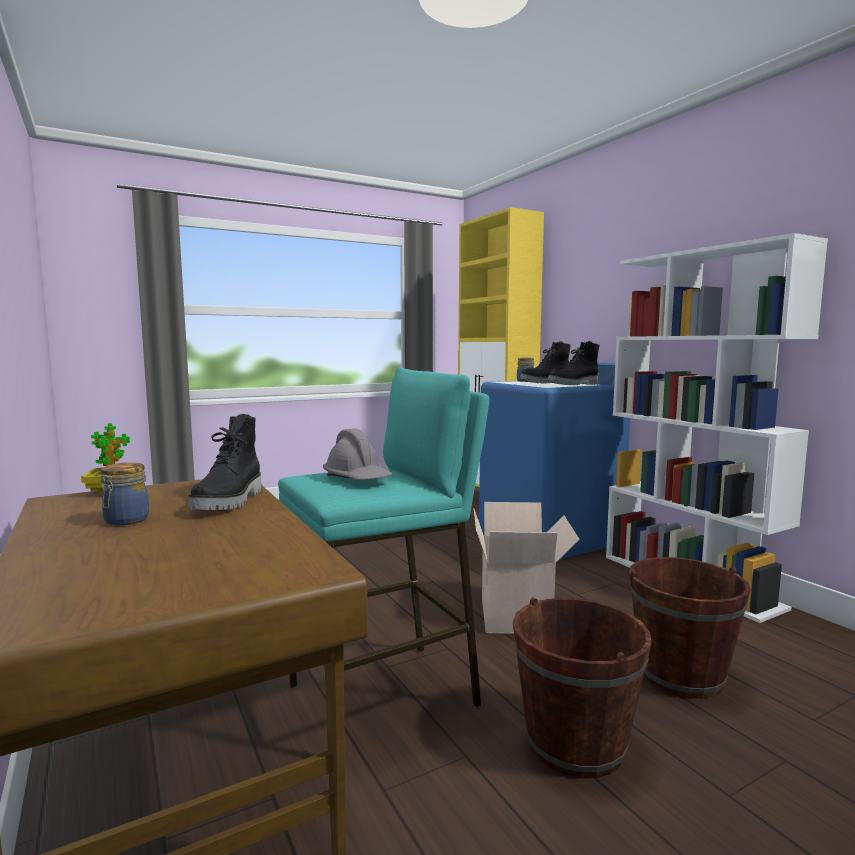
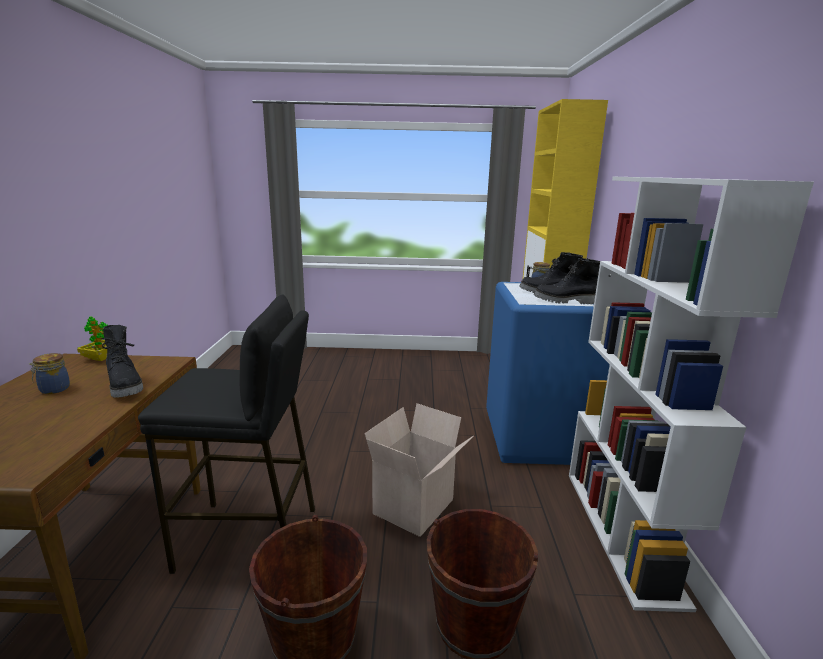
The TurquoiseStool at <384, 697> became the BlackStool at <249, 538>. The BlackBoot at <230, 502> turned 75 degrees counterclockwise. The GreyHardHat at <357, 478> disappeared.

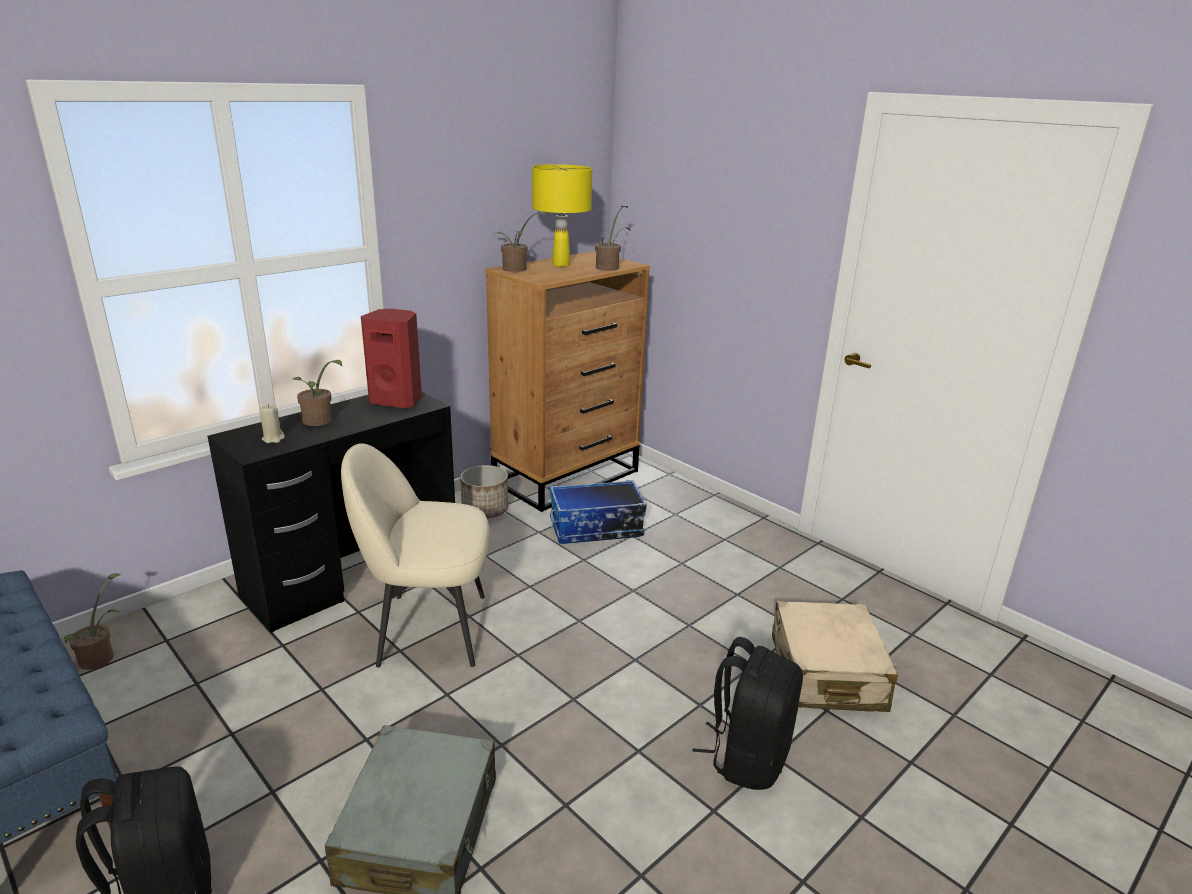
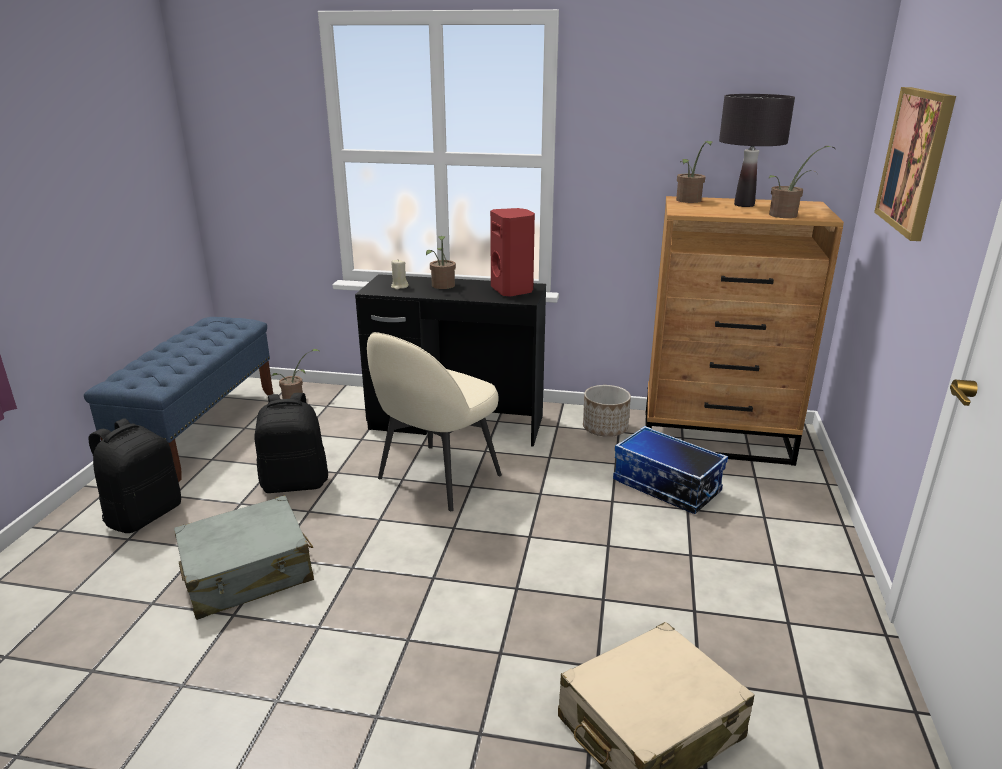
The YellowTableLamp at <561, 265> became the BlackTableLamp at <744, 205>. The BeigeChair at <429, 629> turned 105 degrees counterclockwise. The BlackBackpack moved from <747, 757> to <295, 483>. The Picture at <915, 161> appeared.

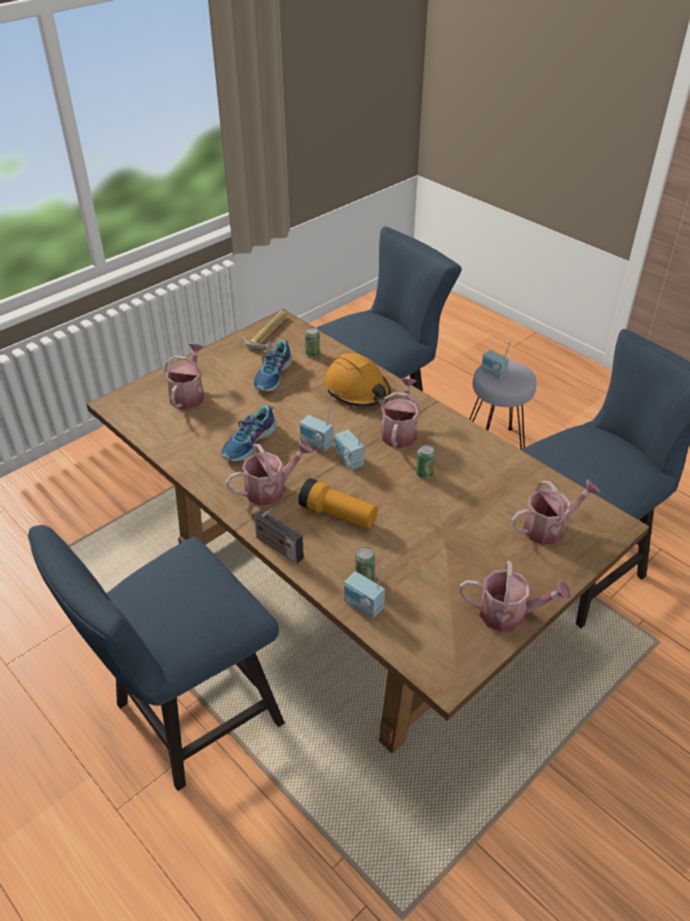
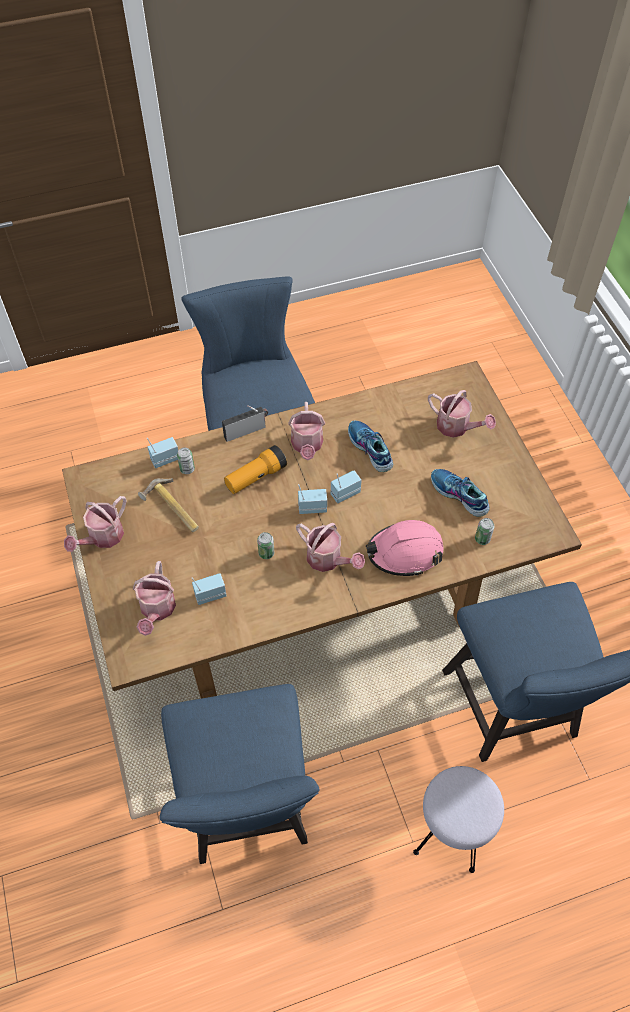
The Hammer moved from <270, 334> to <171, 509>. The Radio moved from <493, 373> to <210, 594>. The OrangeHardHat at <357, 390> became the PinkHardHat at <405, 552>.

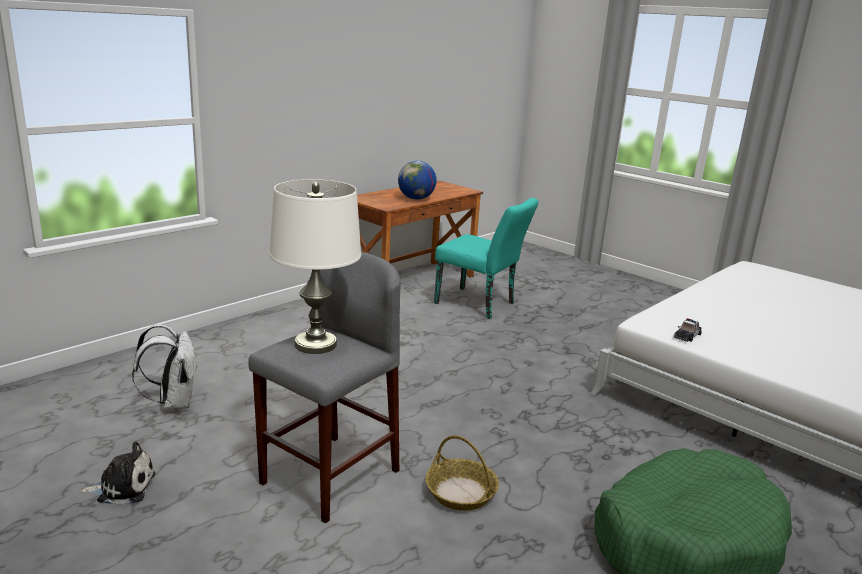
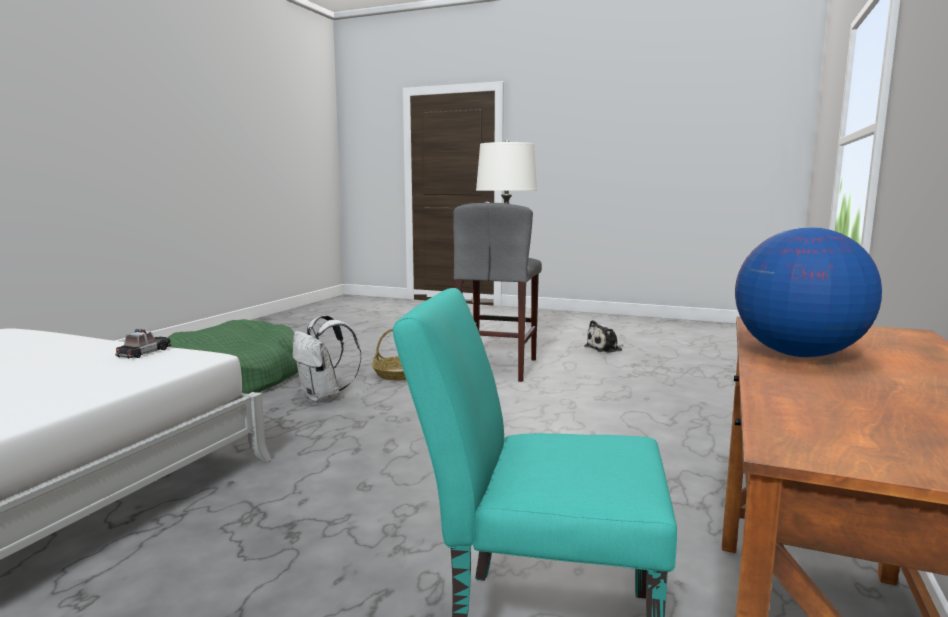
The WhiteBackpack moved from <173, 403> to <323, 397>.

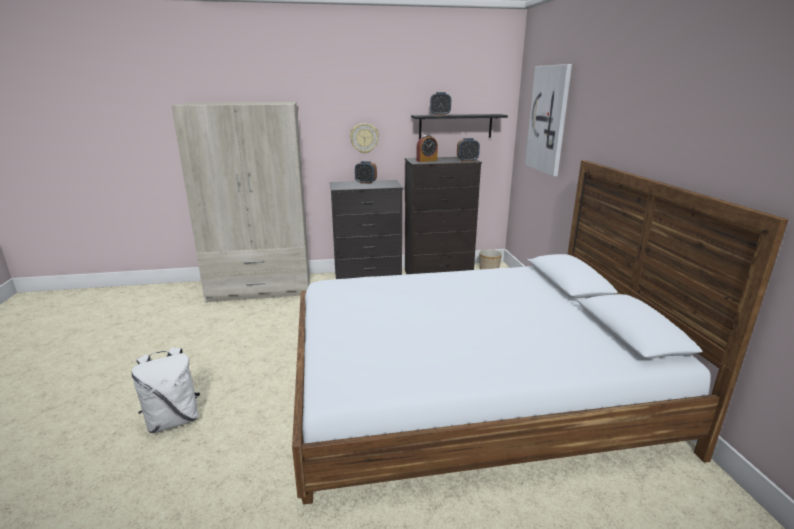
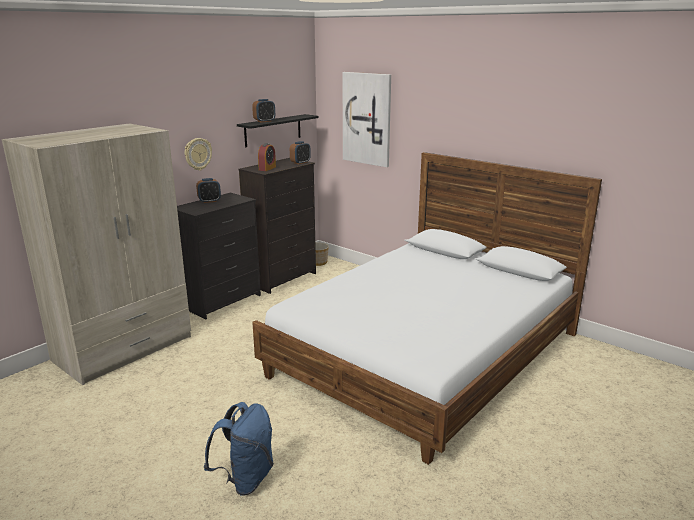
The WhiteBackpack at <173, 420> became the BlueBackpack at <245, 479>.

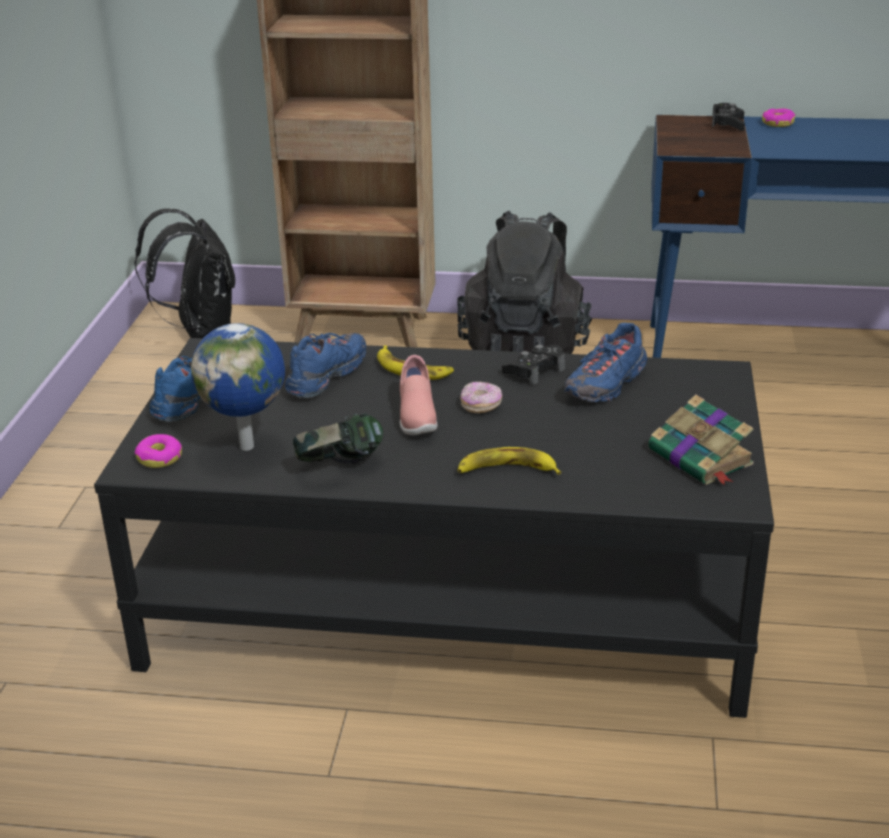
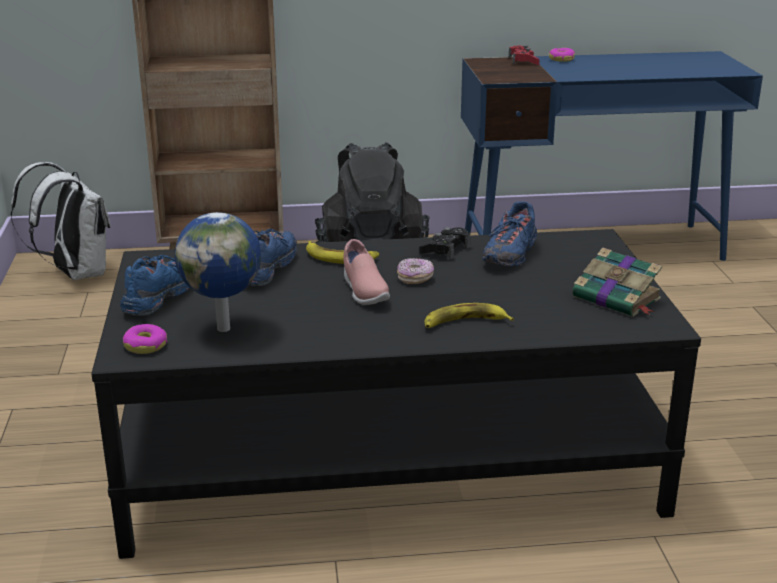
The BlackGameController at <727, 124> became the RedGameController at <523, 61>. The BlackBackpack at <201, 332> became the WhiteBackpack at <75, 274>. The Headphones at <340, 467> disappeared.

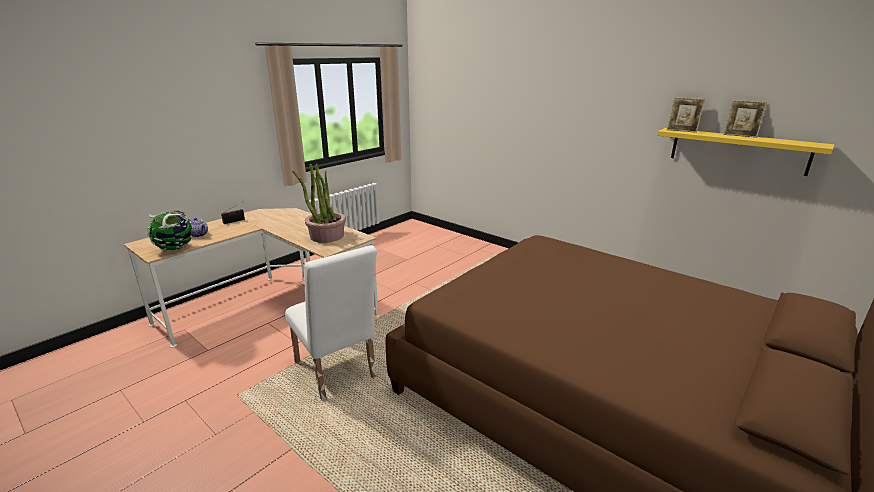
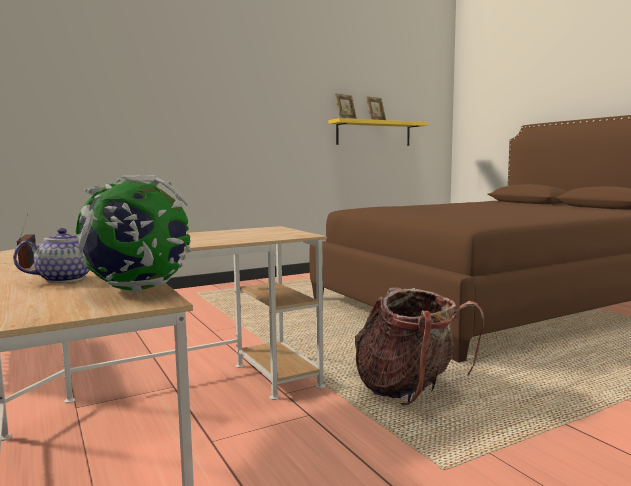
The PottedPlant at <326, 236> disappeared. The WhiteChair at <337, 373> was replaced by the Backpack at <410, 389>.

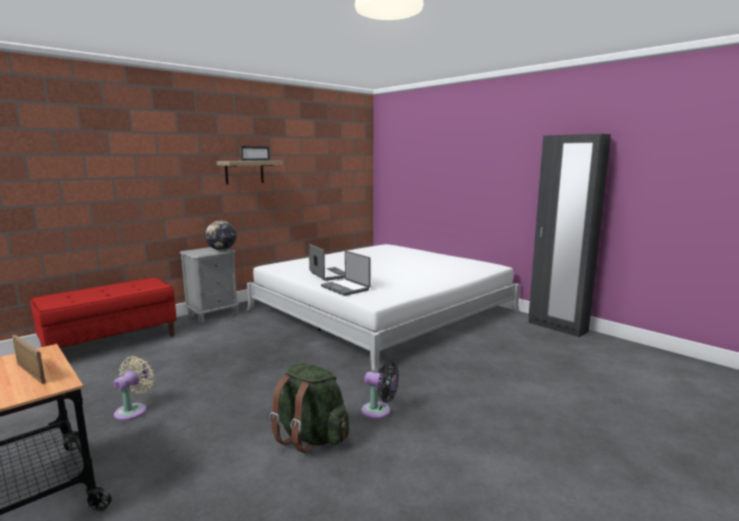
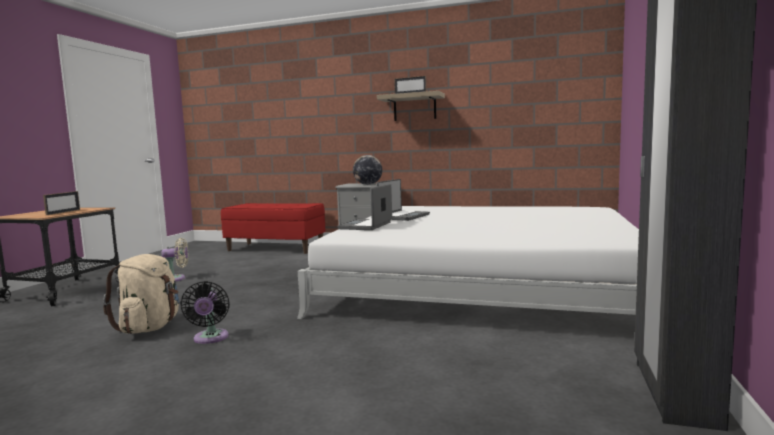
The GreenBackpack at <311, 437> became the BeigeBackpack at <150, 327>.

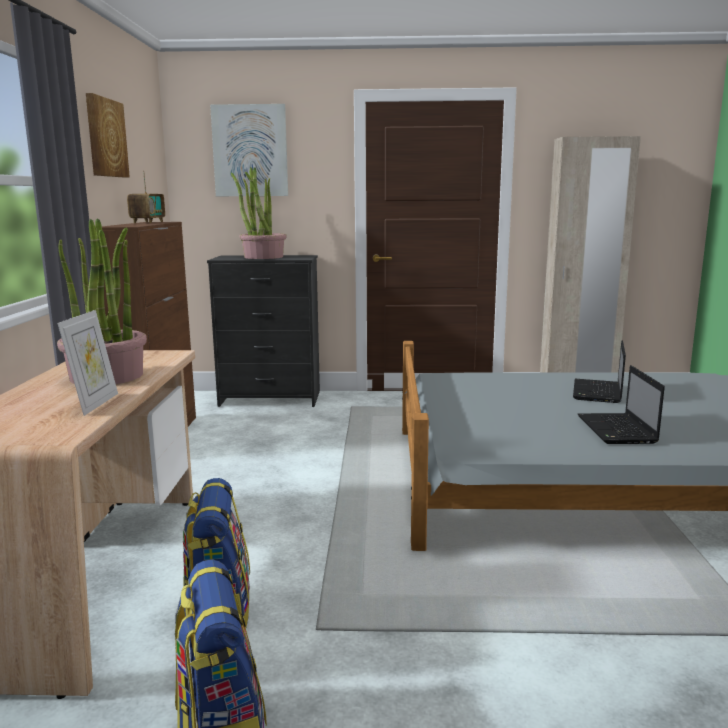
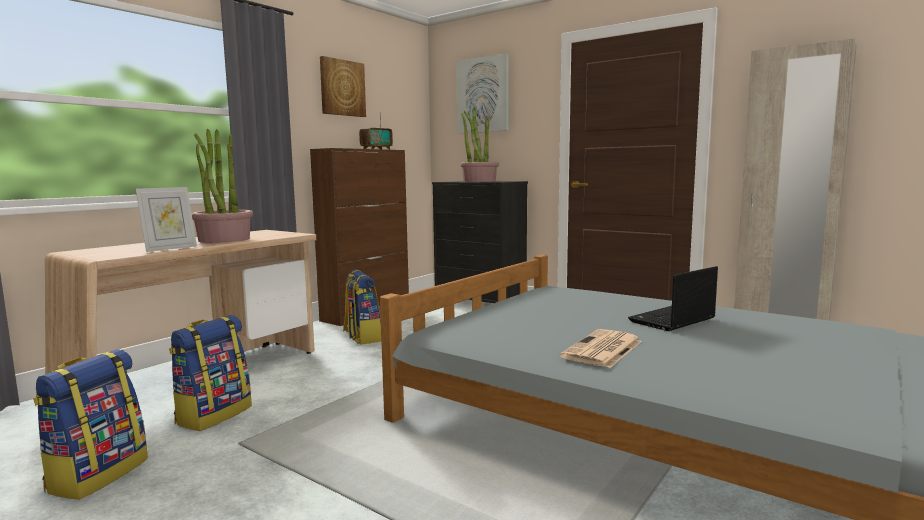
The Laptop at <617, 430> was replaced by the Newspaper at <602, 350>. The Backpack at <362, 337> appeared.

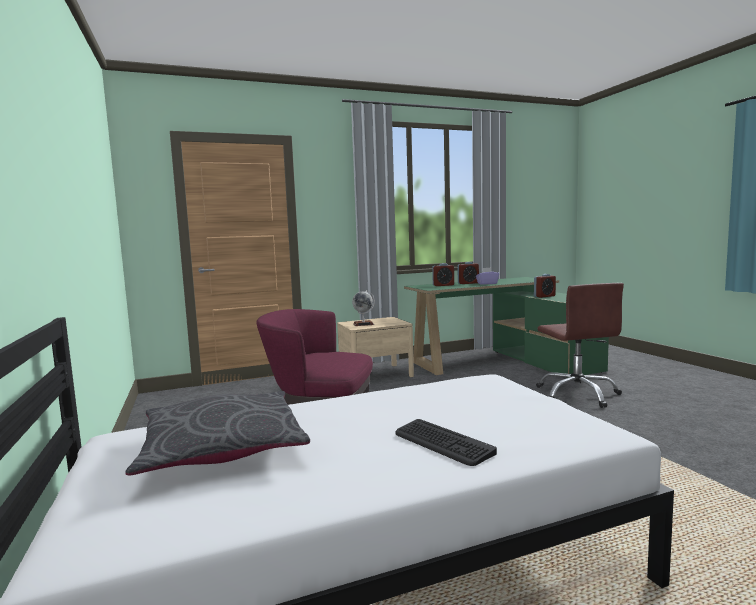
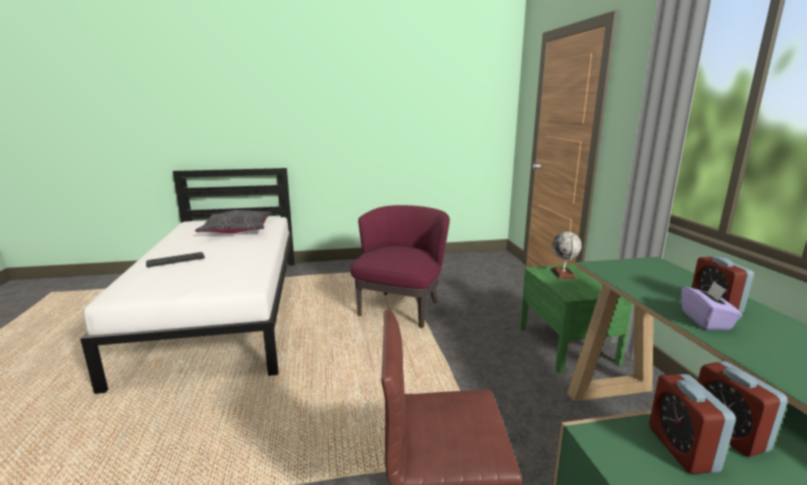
The AlarmClock moved from <443, 285> to <681, 449>. The BeigeNightstand at <375, 374> became the GreenNightstand at <567, 345>.

